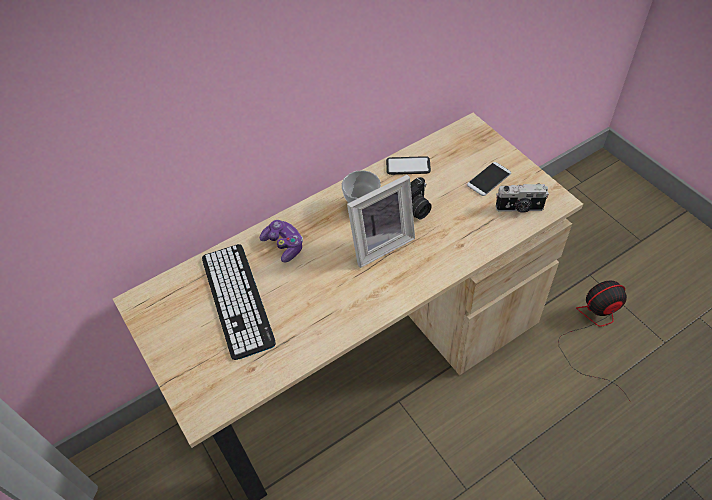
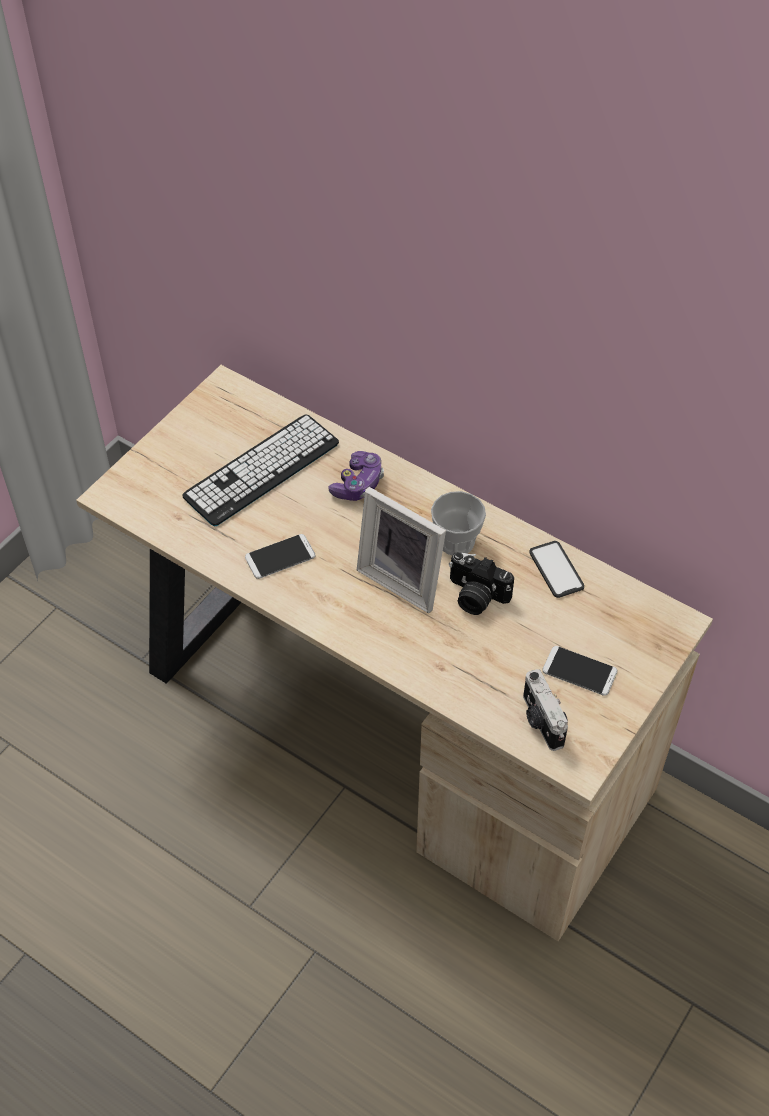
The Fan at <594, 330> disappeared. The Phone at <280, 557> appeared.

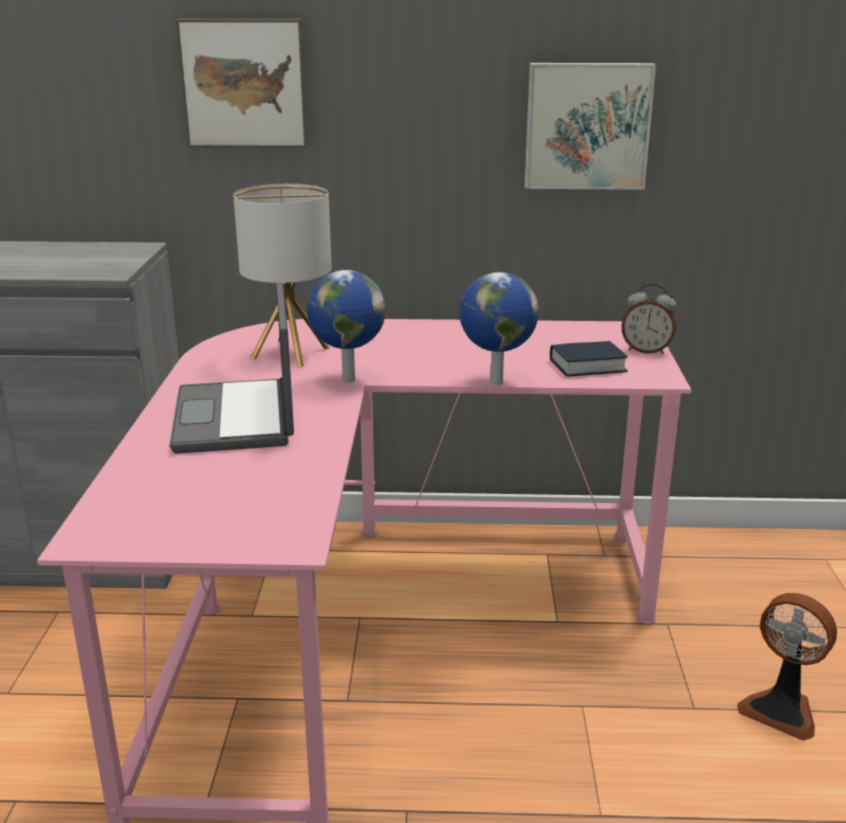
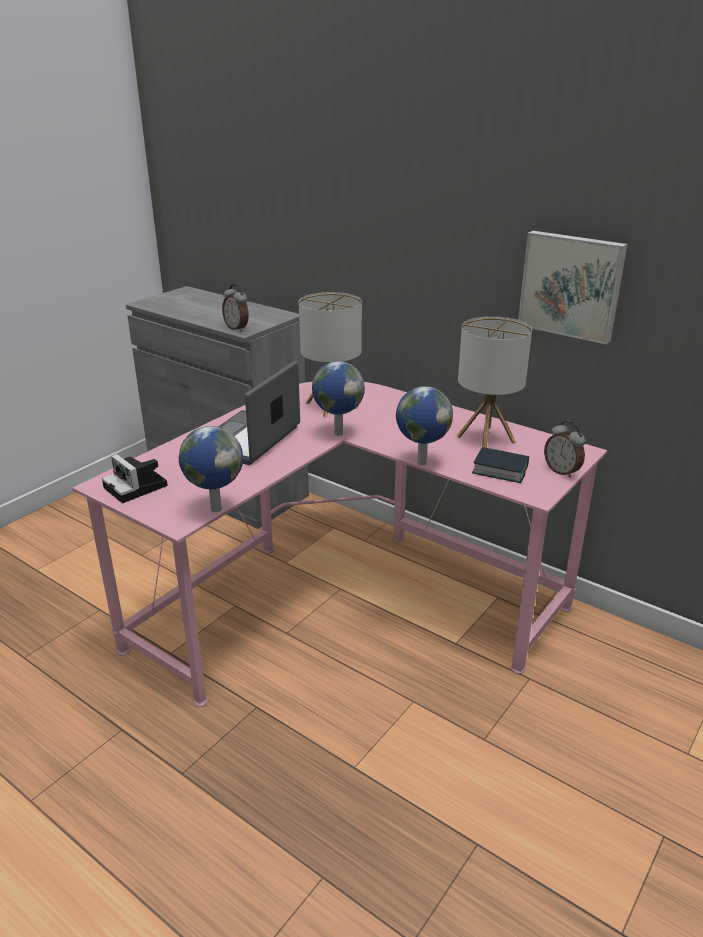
The Picture at <245, 83> disappeared. The Fan at <781, 710> disappeared. The AlarmClock at <237, 328> appeared. The TableLamp at <486, 439> appeared. The Globe at <215, 509> appeared. The PhotoCamera at <137, 487> appeared.

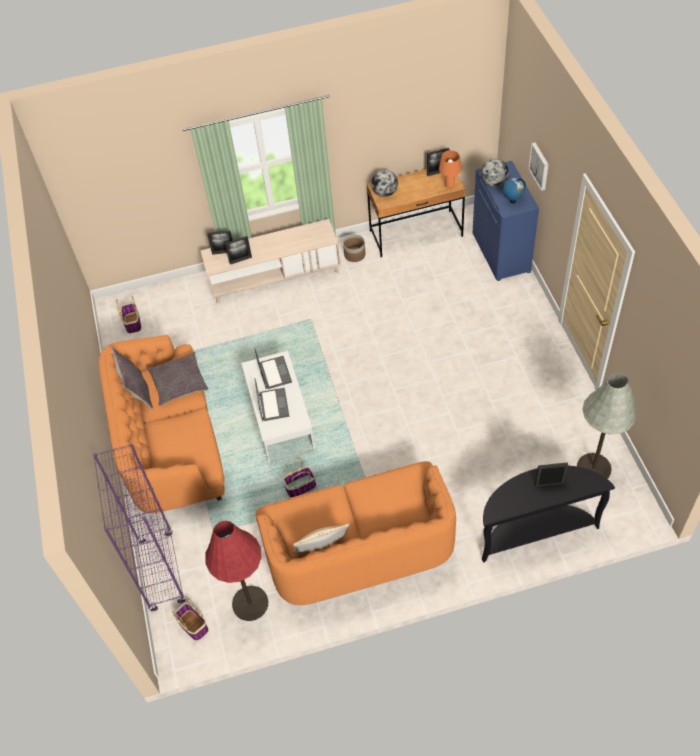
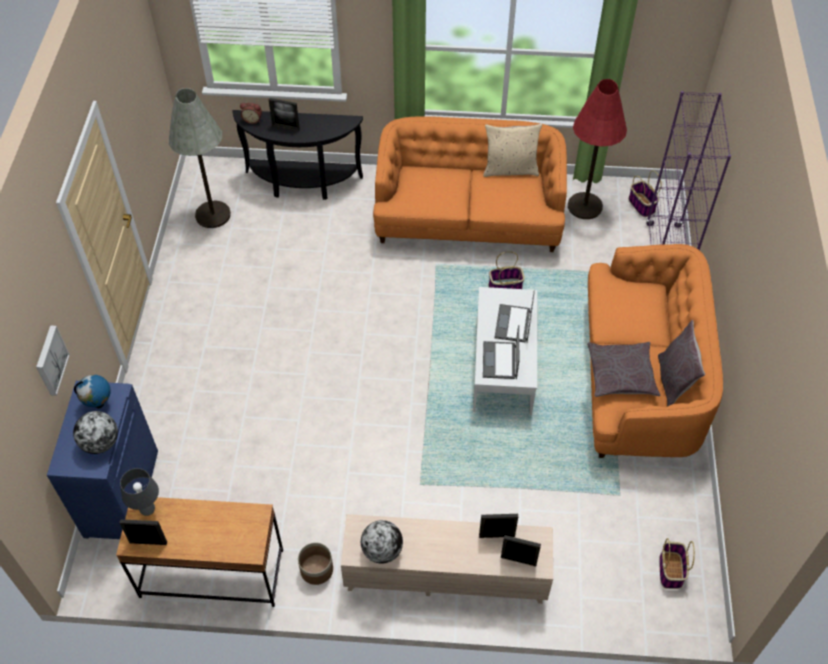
The OrangeTableLamp at <449, 185> became the GreyTableLamp at <148, 510>. The Globe moved from <385, 193> to <382, 550>. The AlarmClock at <252, 119> appeared.

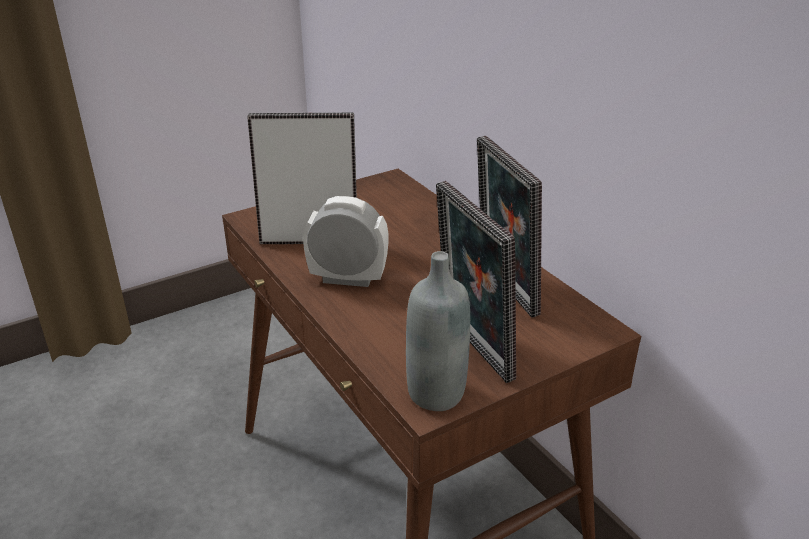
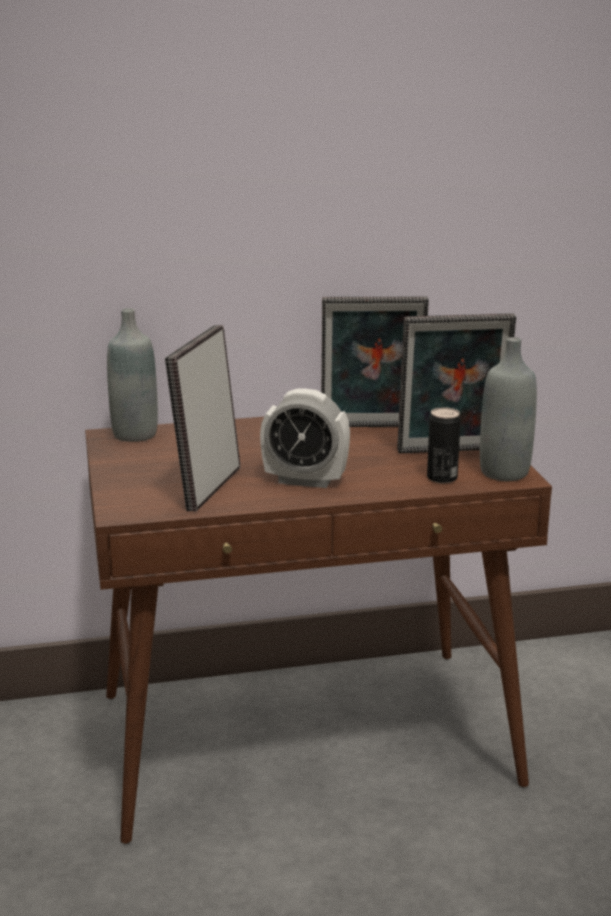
The AlarmClock at <348, 278> turned 105 degrees counterclockwise. The GreyBottle at <135, 434> appeared. The Can at <442, 478> appeared.

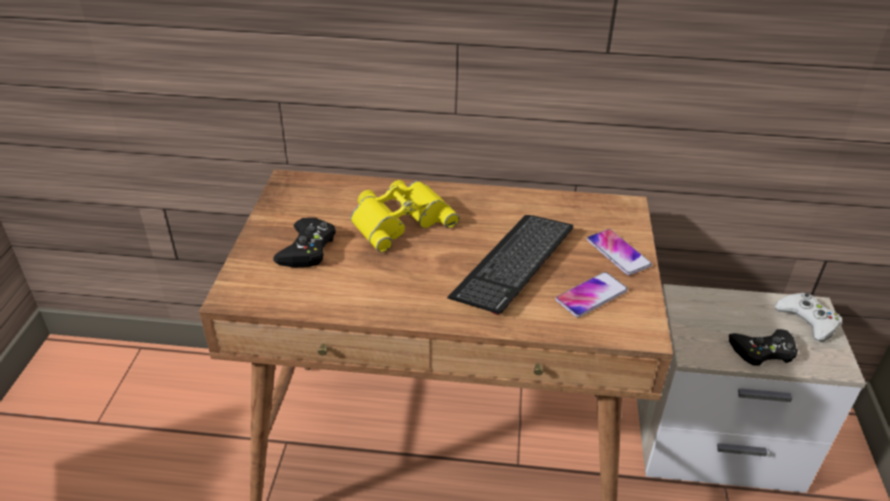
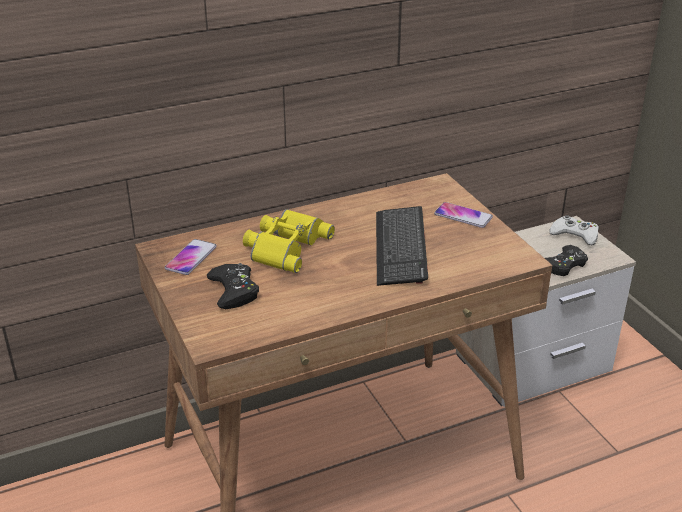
The Phone moved from <591, 295> to <191, 258>.

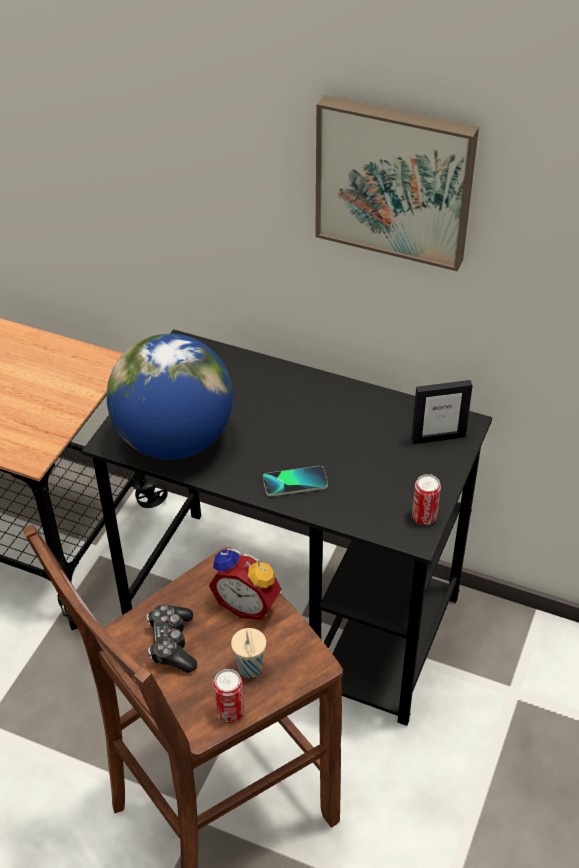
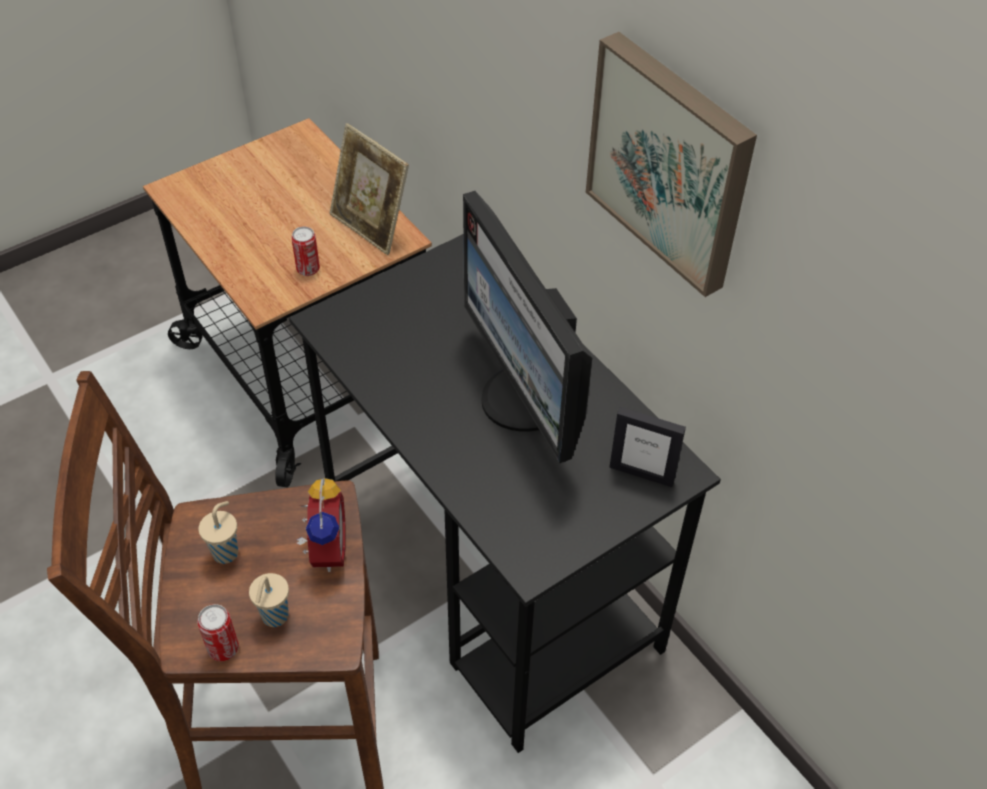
The Globe at <175, 440> disappeared. The Phone at <295, 482> disappeared. The Can moved from <424, 517> to <308, 269>. The AlarmClock at <248, 603> turned 150 degrees counterclockwise. The GameController at <172, 644> was replaced by the BeigeCup at <226, 551>. The PictureFrame at <371, 227> appeared. The Monitor at <525, 399> appeared.

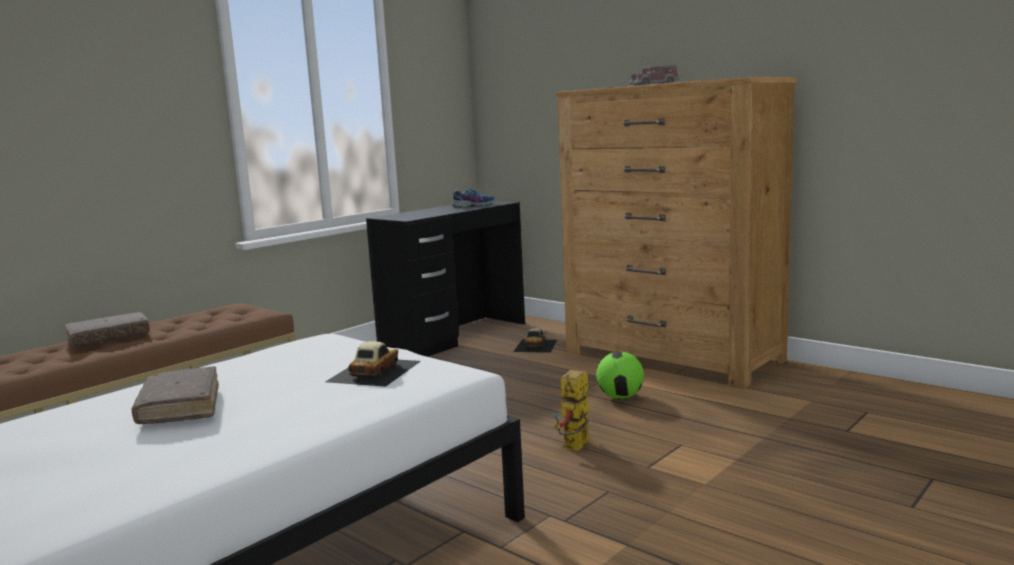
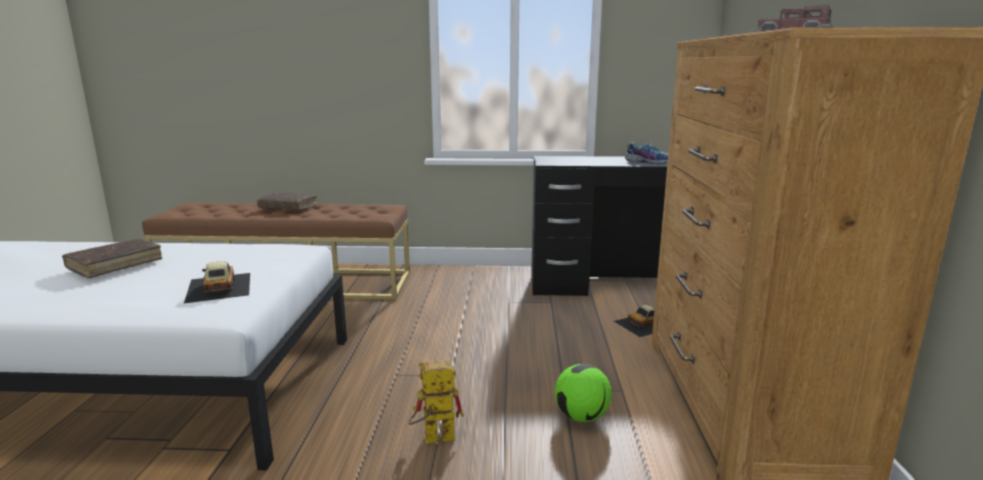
The ToyCar at <373, 371> turned 90 degrees counterclockwise.

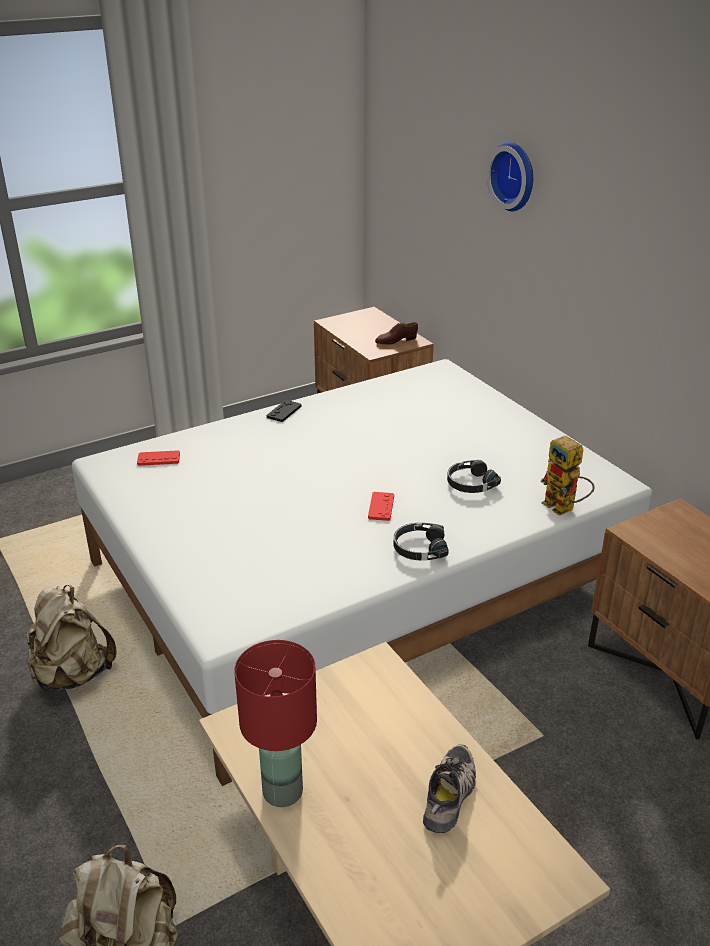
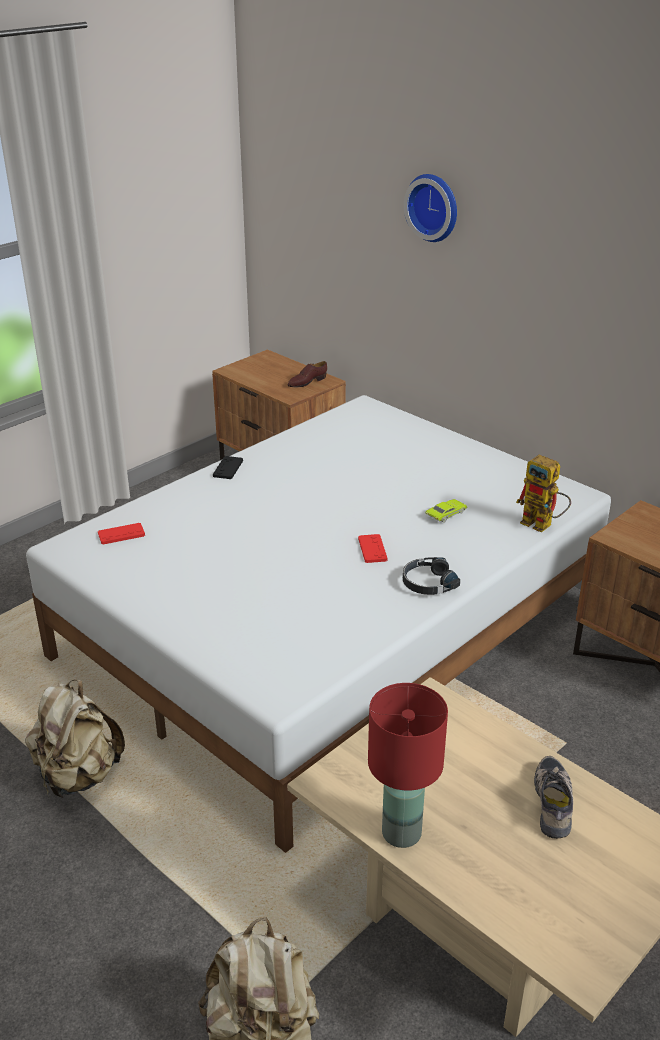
The BlackHeadphones at <470, 483> was replaced by the GreenToyCar at <446, 514>.

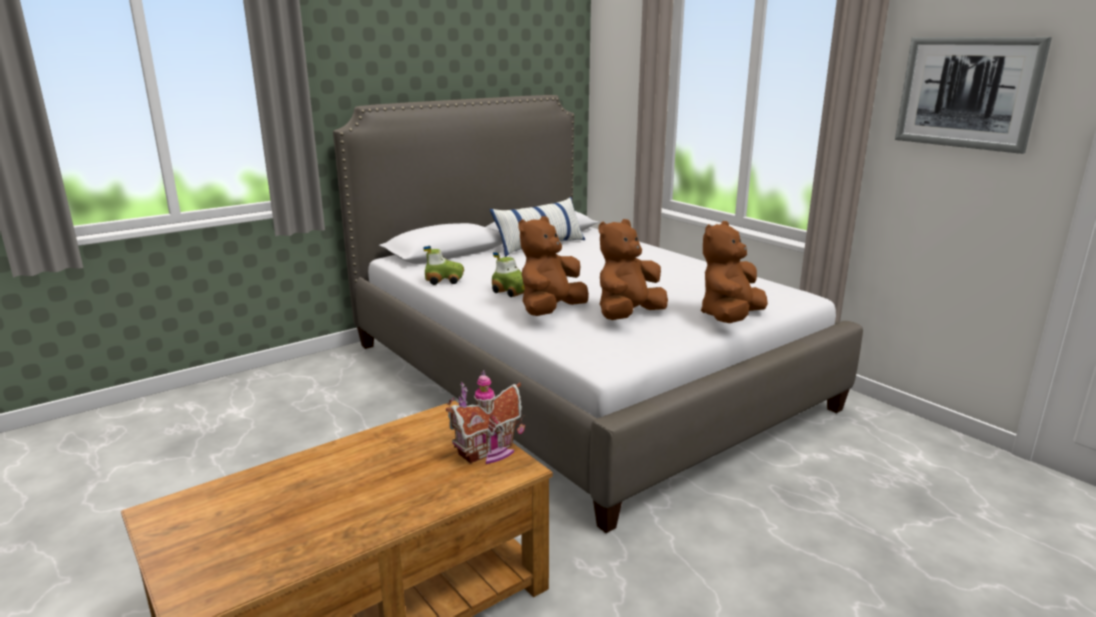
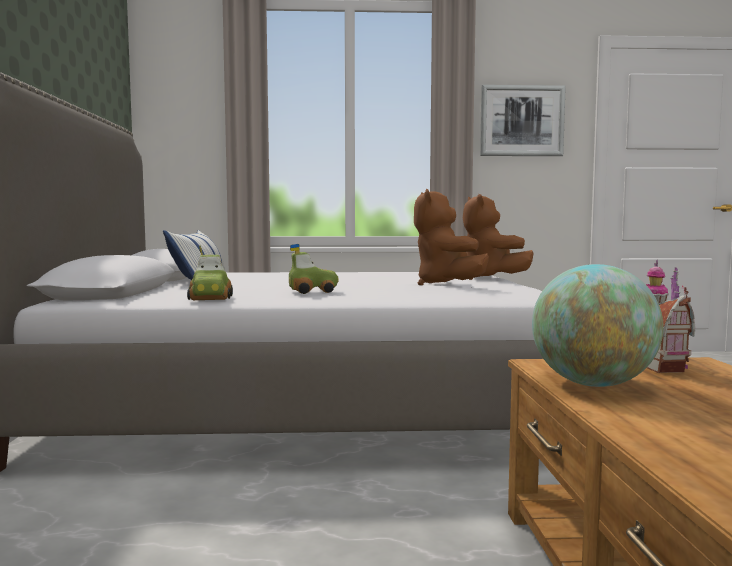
The BrownPlushToy at <550, 311> disappeared. The ToyCar at <444, 280> turned 135 degrees clockwise. The Globe at <593, 384> appeared.

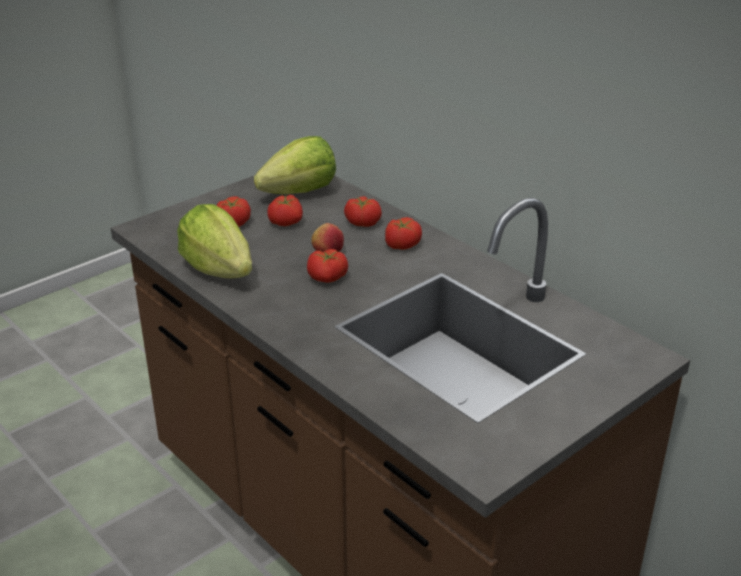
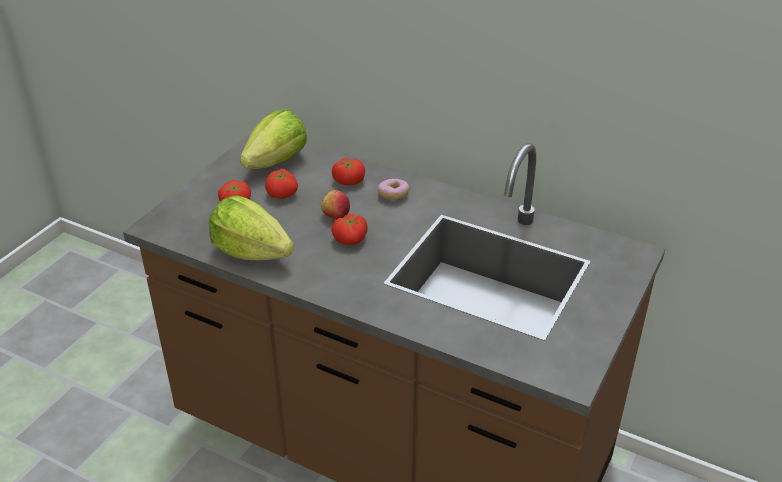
The Tomato at <401, 244> was replaced by the Donut at <393, 195>.

